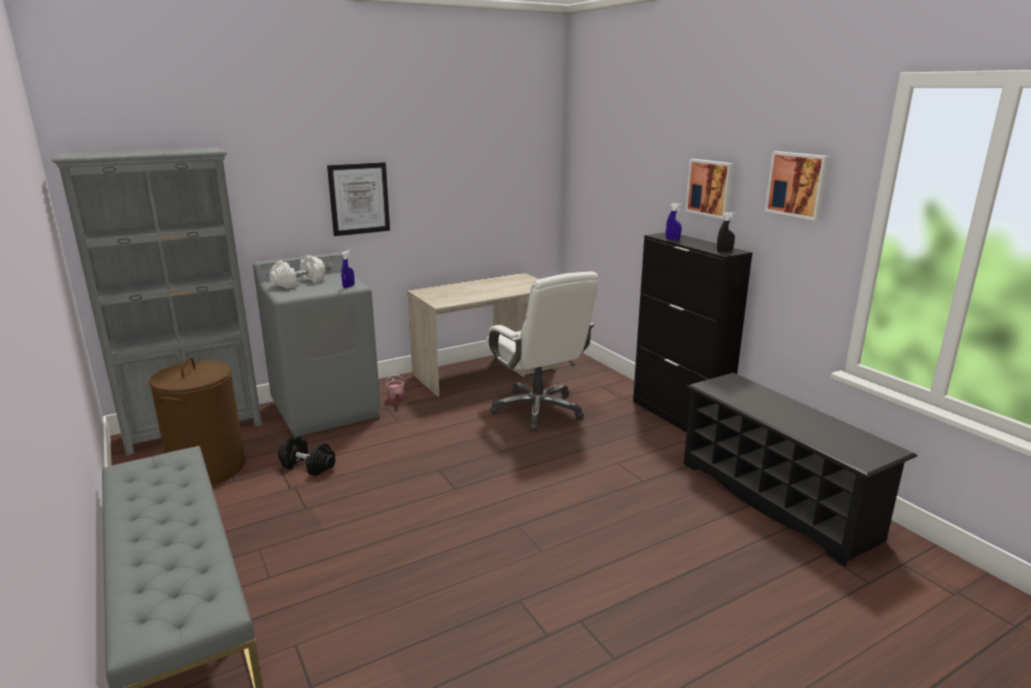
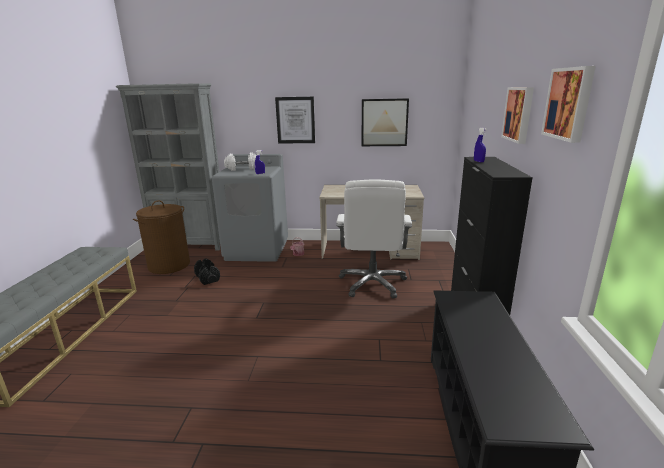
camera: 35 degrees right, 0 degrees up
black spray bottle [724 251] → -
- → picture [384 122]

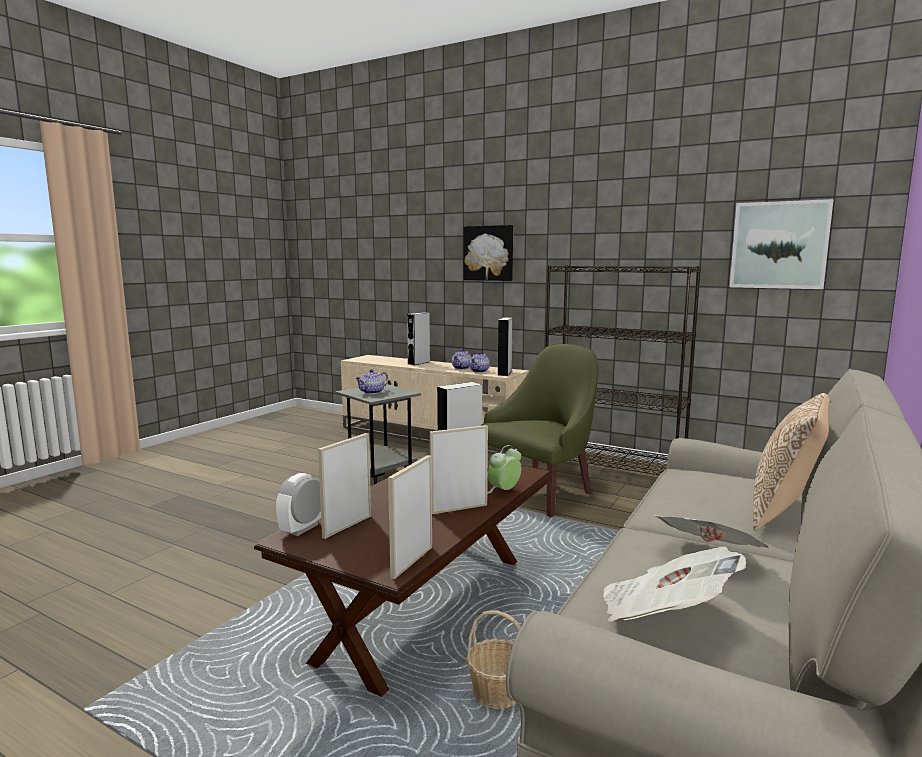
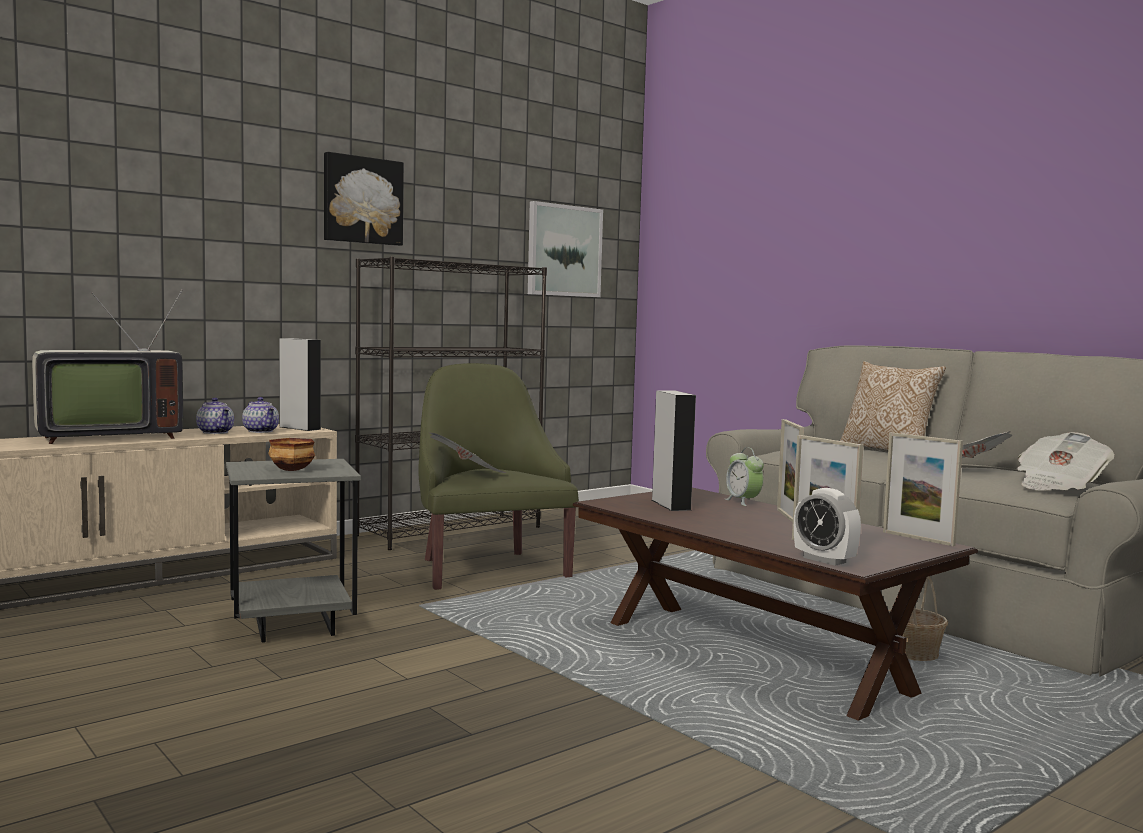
camera: 70 degrees left, 5 degrees down
teapot [372 392] → bowl [293 469]
grey speaker [418 363] → television [106 437]
picture [489 253] → picture [362 200], moved
- → newspaper [467 474]

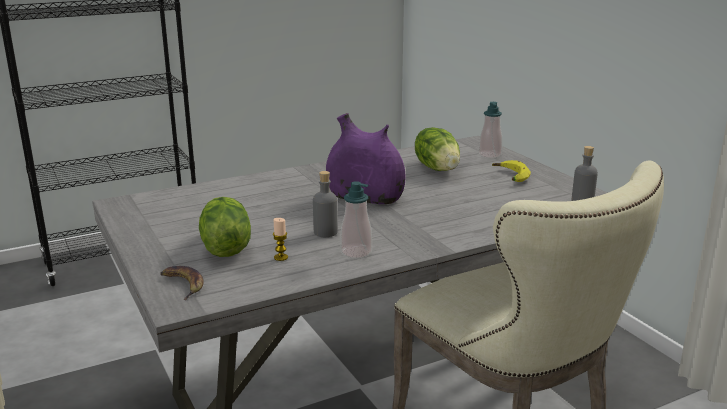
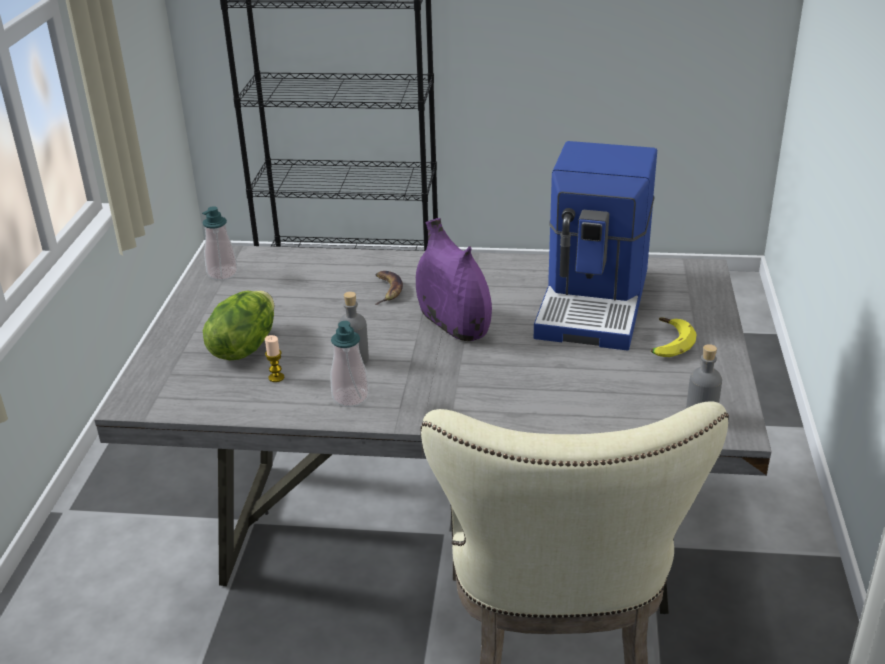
camera: 35 degrees right, 10 degrees up
banana [183 284] → banana [387 290], moved
lettuce [438 168] → coffee machine [595 302]
soap dispenser [489 155] → soap dispenser [222 273], moved

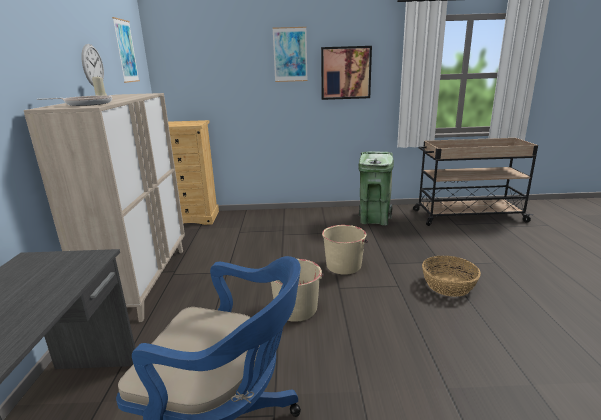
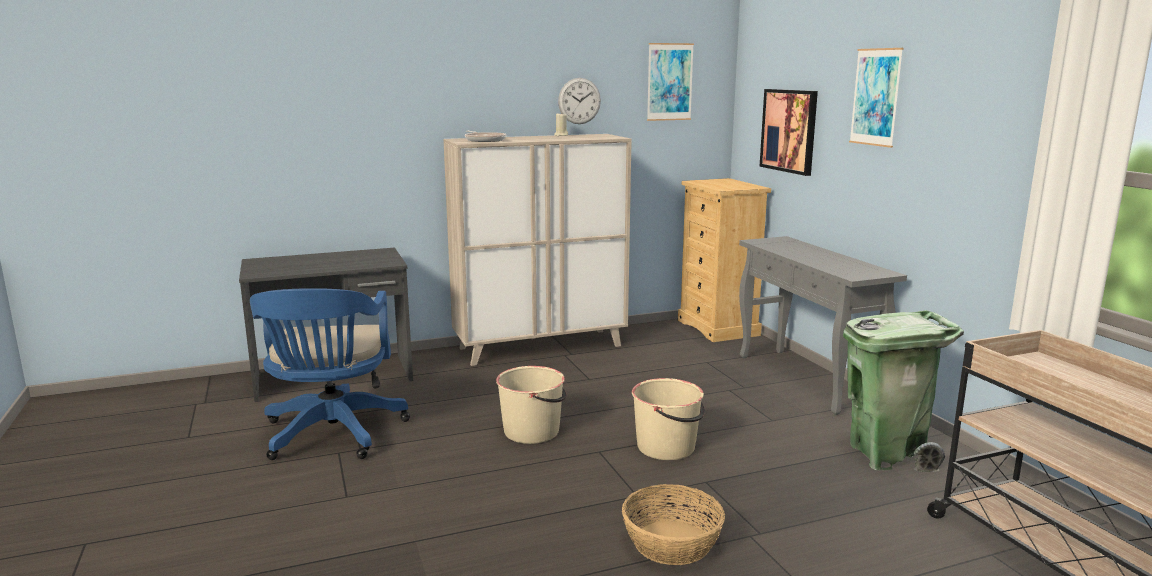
camera: 70 degrees right, 5 degrees down
picture [345 73] → picture [789 130], moved
- → grey console table [806 380]

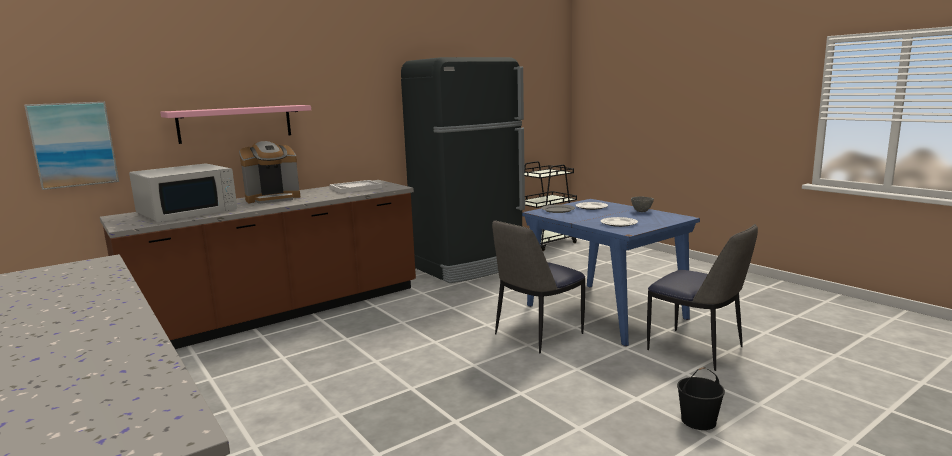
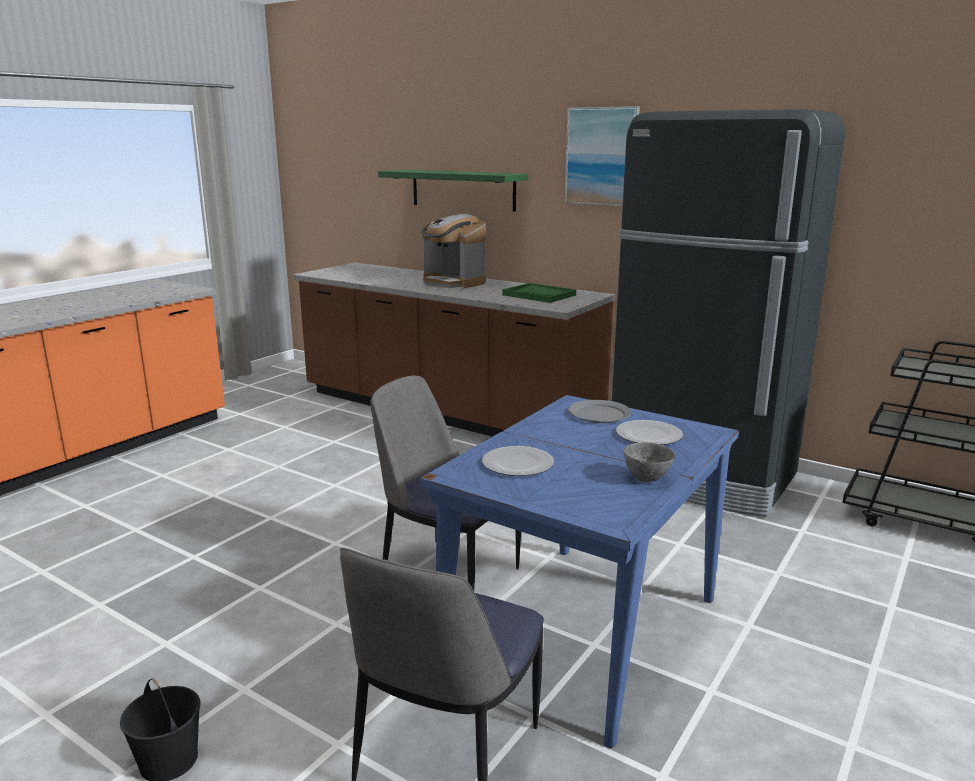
camera: 70 degrees right, 5 degrees up
picture [73 144] → picture [602 156], moved
white microwave [188 212] → -
pink shelf [235 123] → green shelf [463 189]
white tray [355 188] → green tray [539 295]

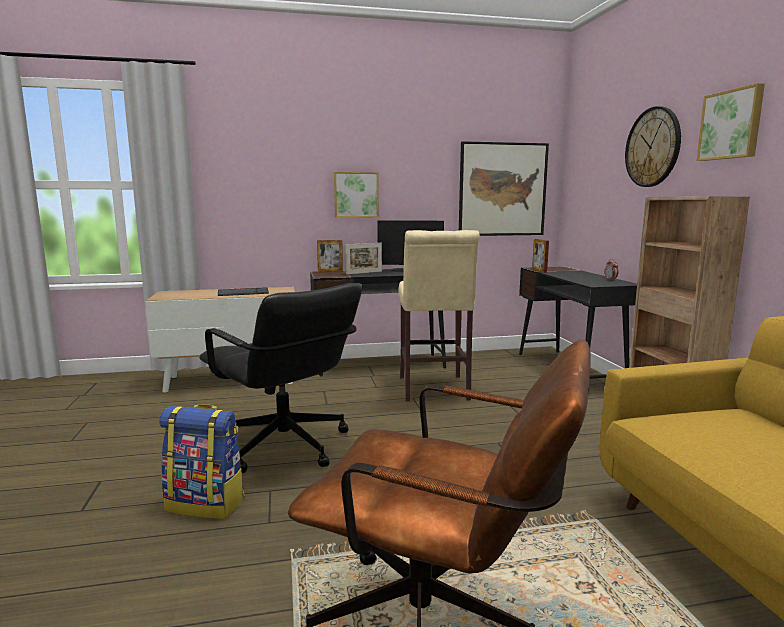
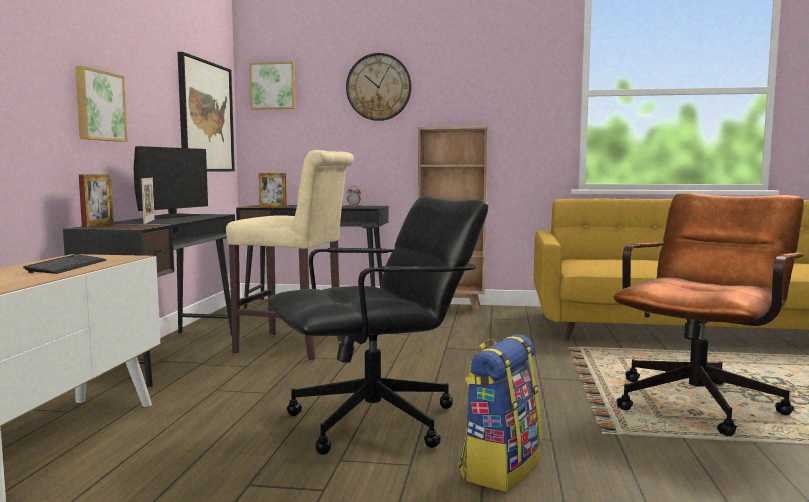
camera: 70 degrees left, 5 degrees down
picture [731 125] → picture [273 86], moved

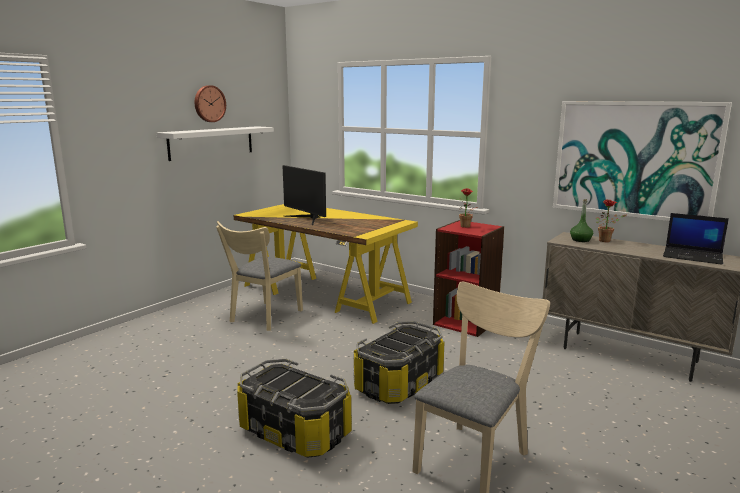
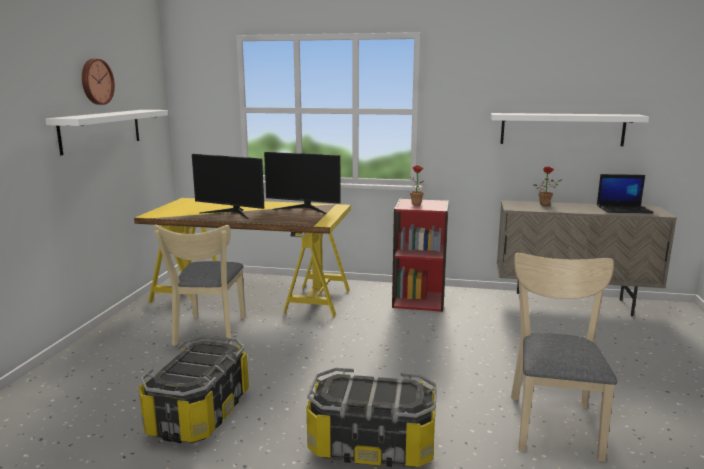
camera: 25 degrees left, 0 degrees up
storage box [398 383] → storage box [198 413], moved
picture [634 159] → white shelf [562 129]
green bottle [580 240] → -
- → monitor [304 209]

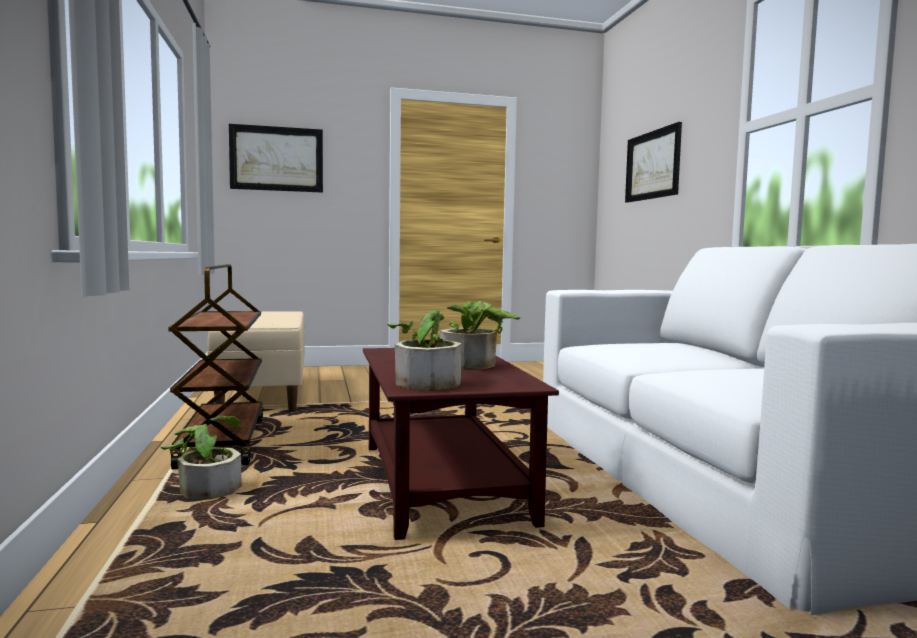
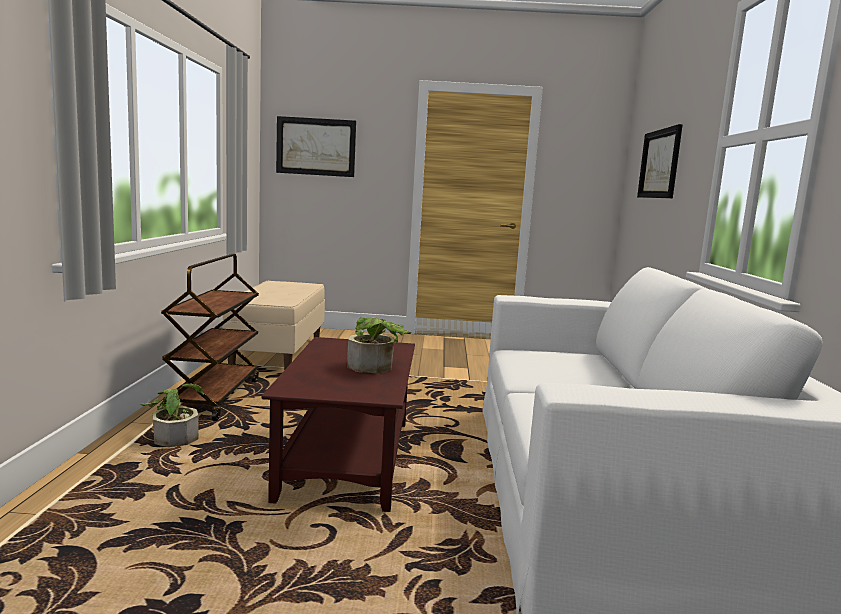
camera: 15 degrees right, 5 degrees up
potted plant [429 381] → -

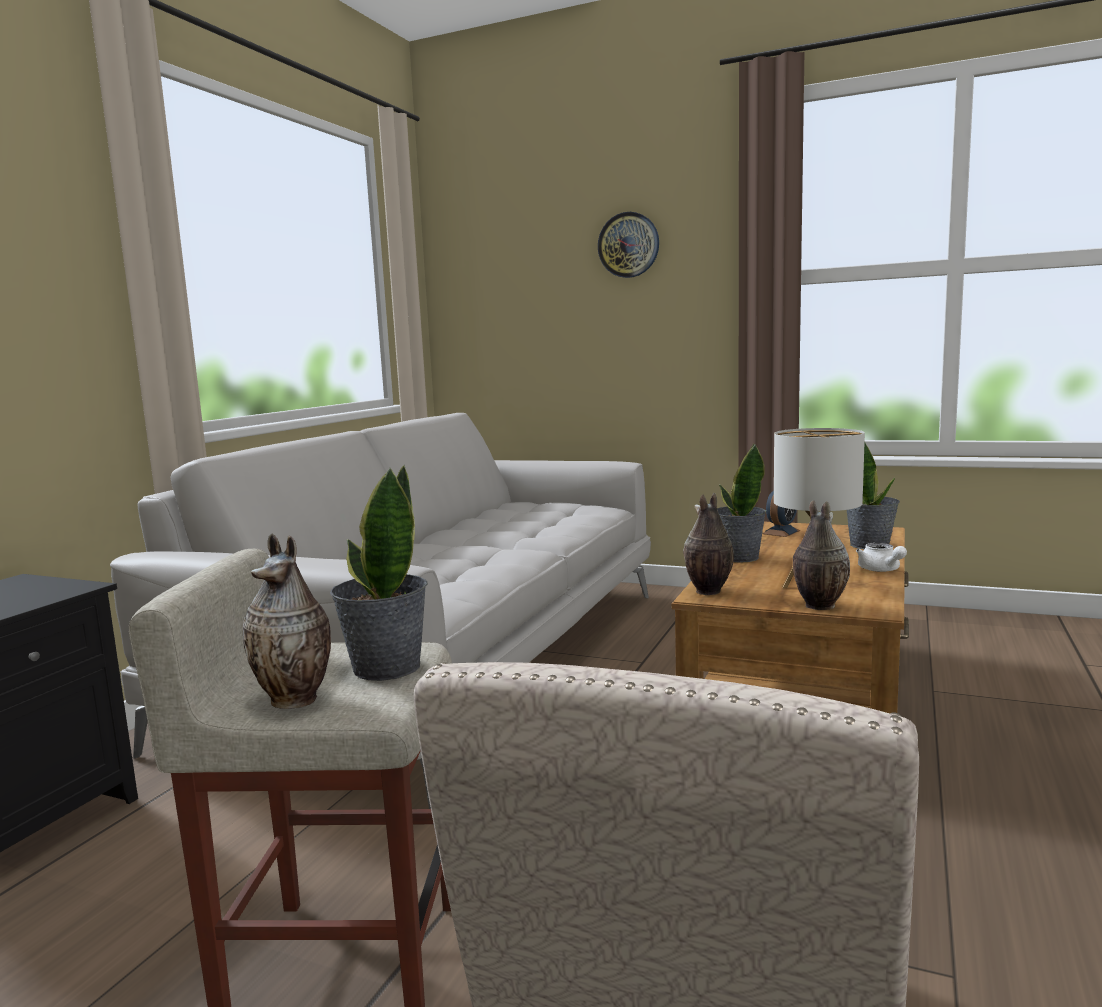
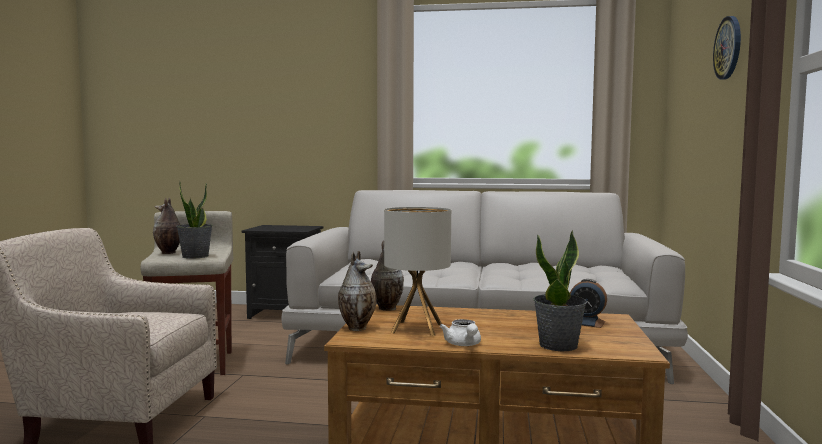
camera: 75 degrees right, 5 degrees down
potted plant [738 557] → -
white teapot [881 570] → white teapot [463 345], 75 degrees counterclockwise

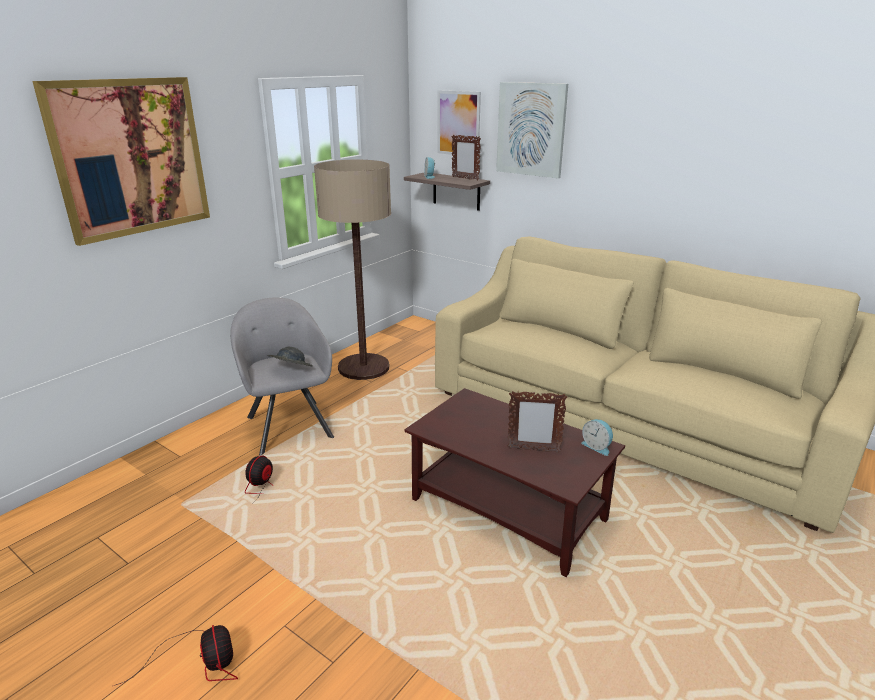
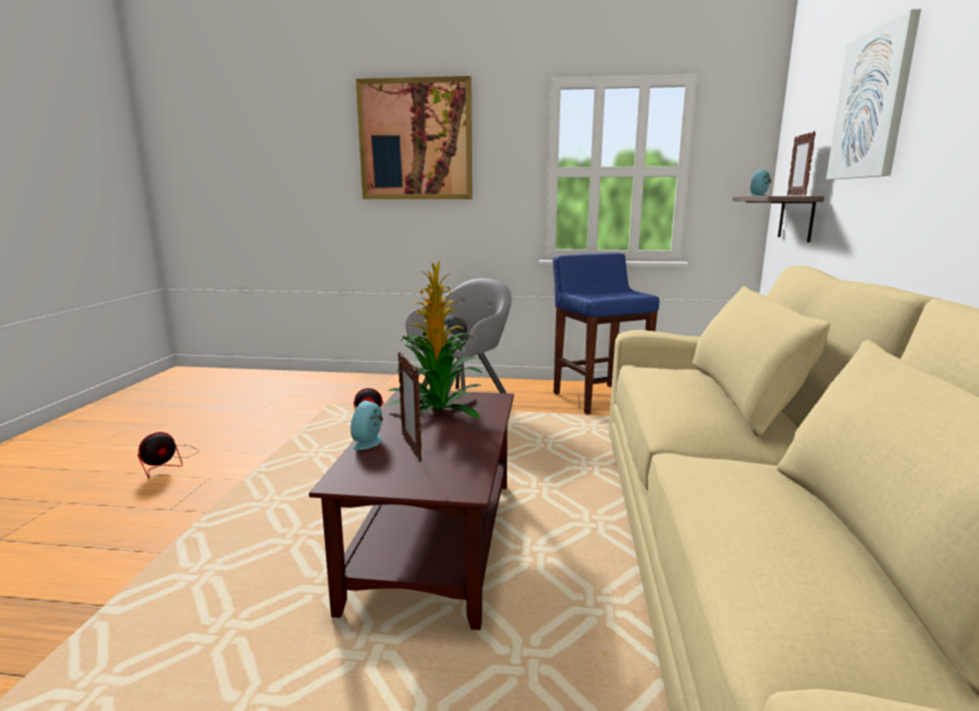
camera: 60 degrees right, 10 degrees down
floor lamp [363 367] → blue stool [598 398]
picture [458 123] → -
alarm clock [597 446] → alarm clock [370 442], moved
- → potted plant [437 409]

